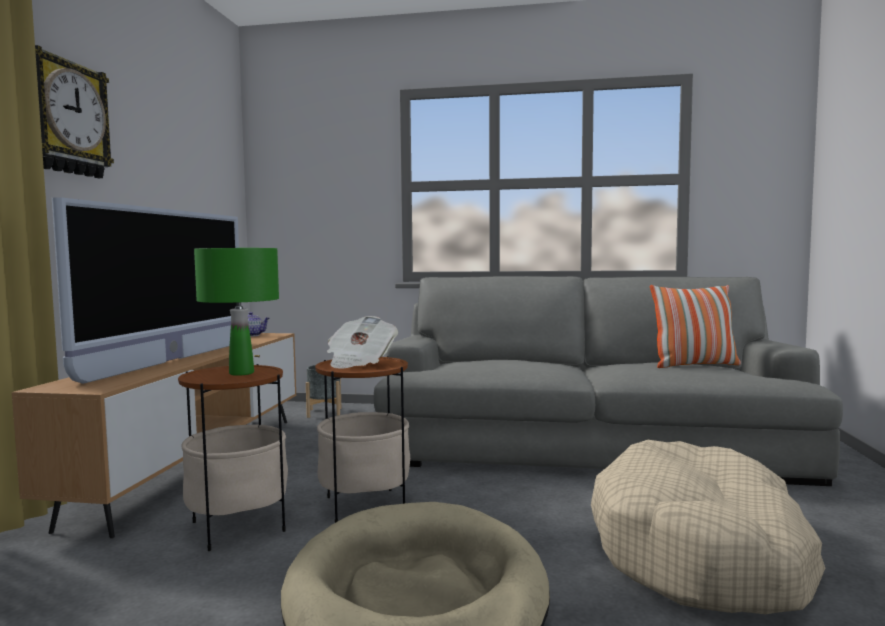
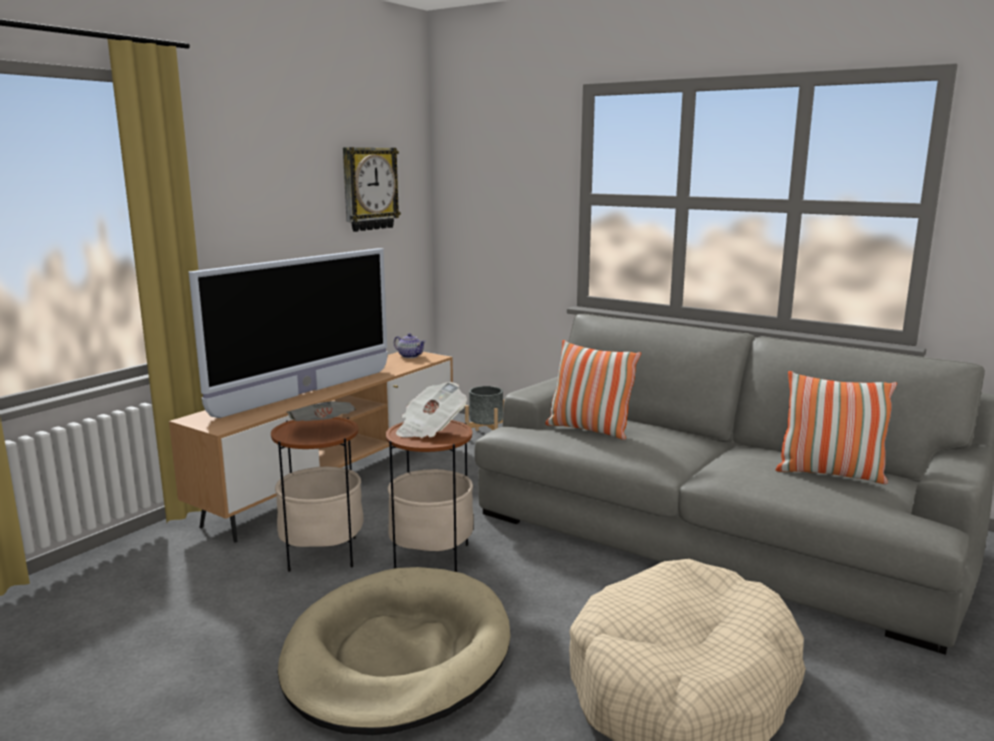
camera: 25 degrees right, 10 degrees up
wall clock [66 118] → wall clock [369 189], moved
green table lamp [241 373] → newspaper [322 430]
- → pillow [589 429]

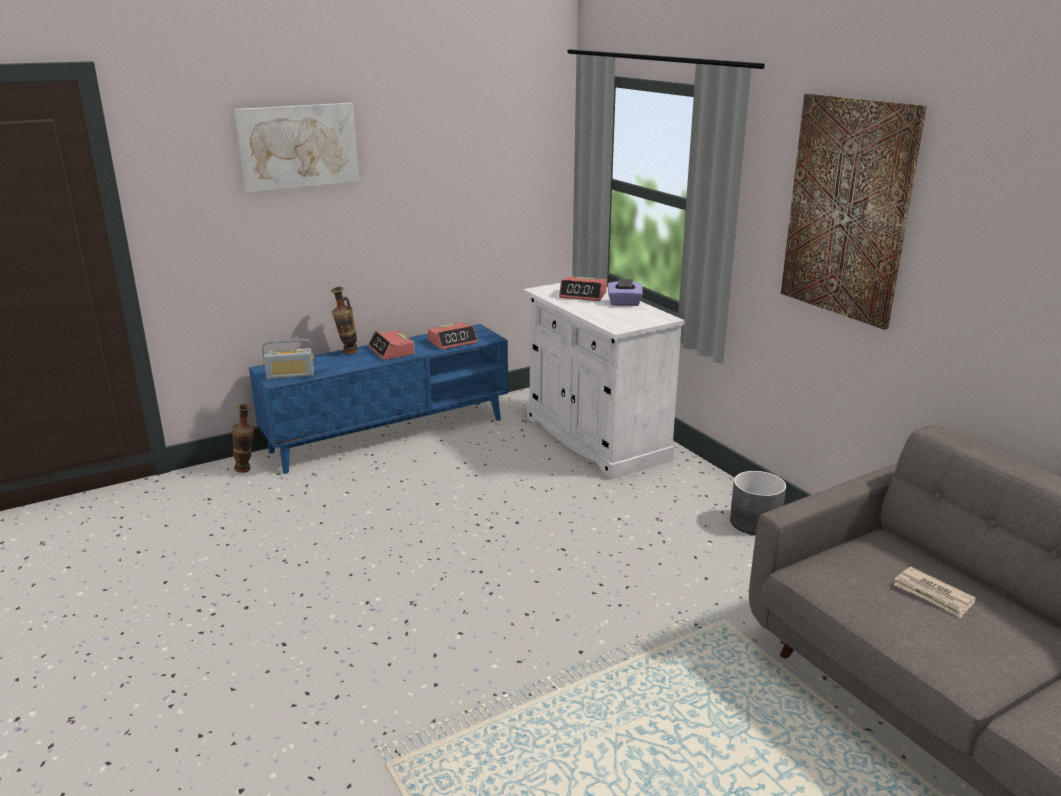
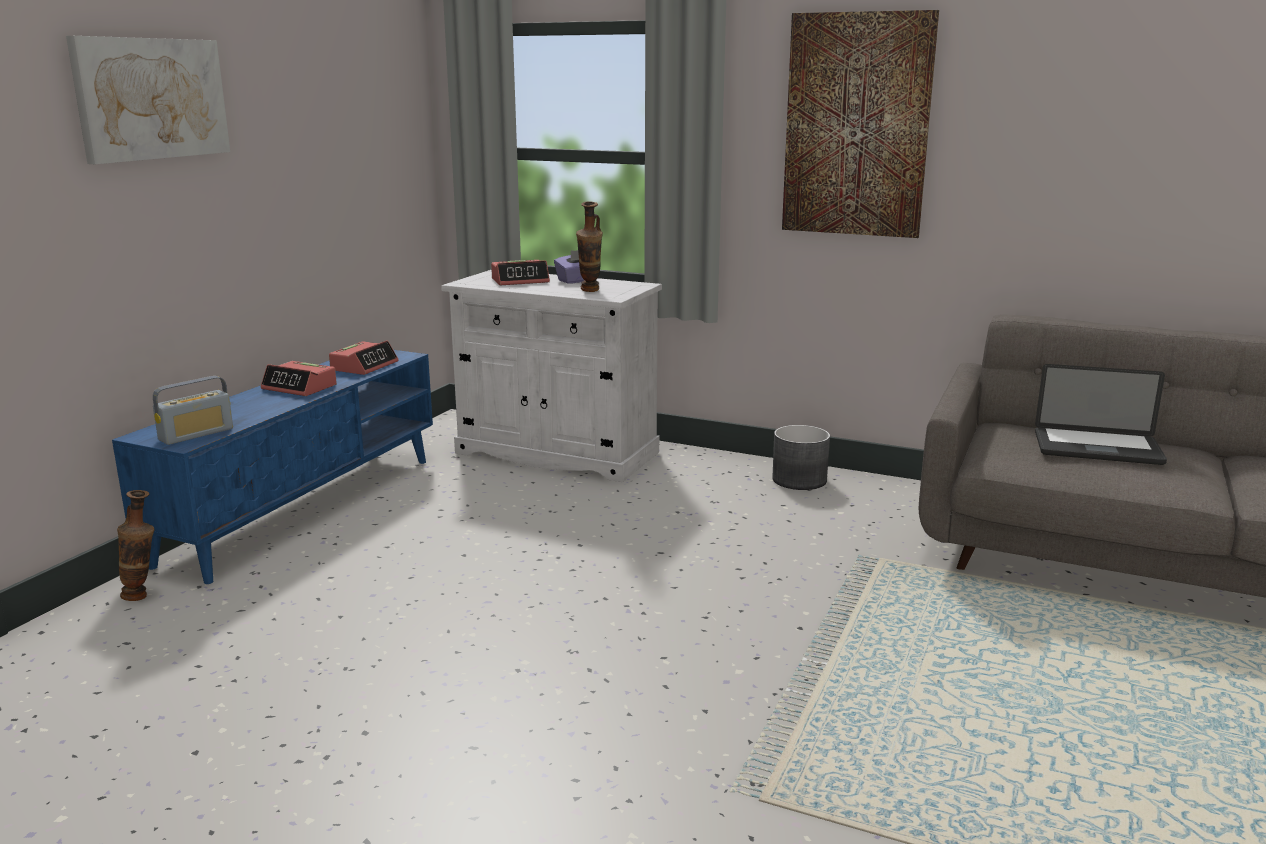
camera: 35 degrees left, 5 degrees down
vase [347 353] → vase [590 291], moved
newspaper [933 595] → laptop [1097 448]

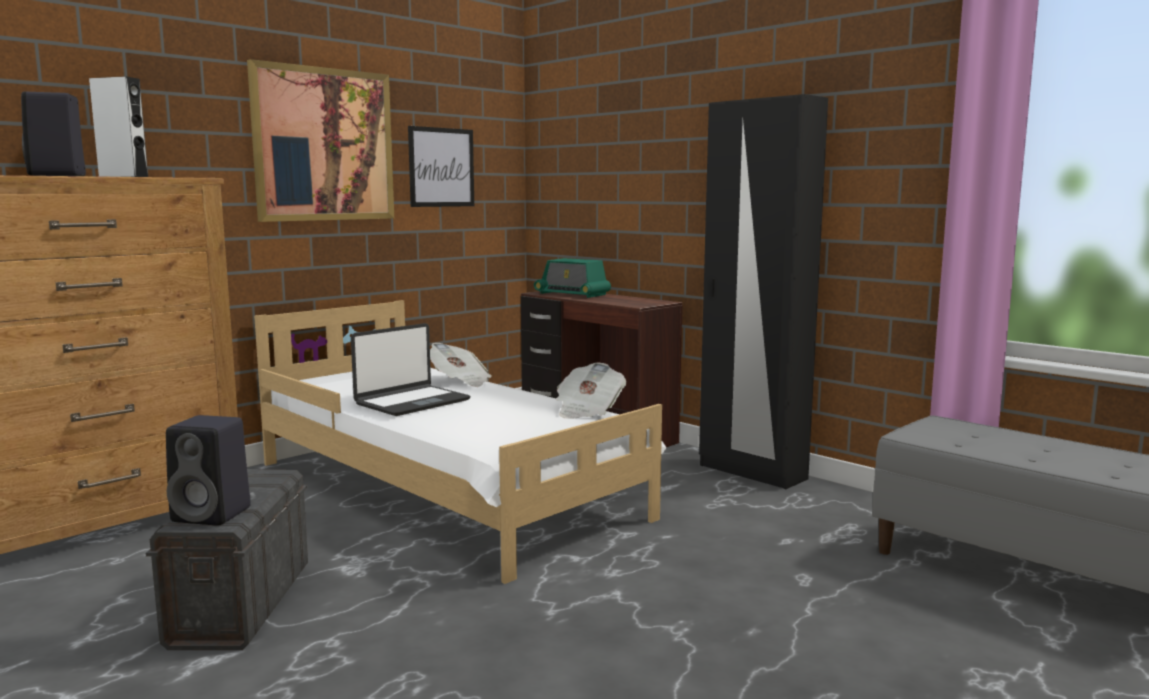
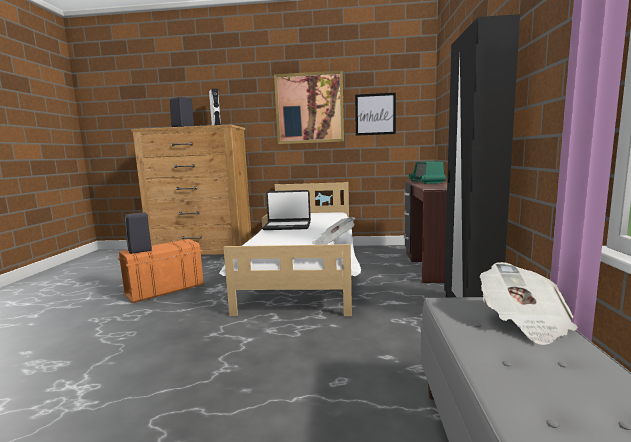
camera: 50 degrees right, 0 degrees up
grey storage box [240 605] → orange storage box [164 289]
newspaper [460 381] → newspaper [524 322], moved

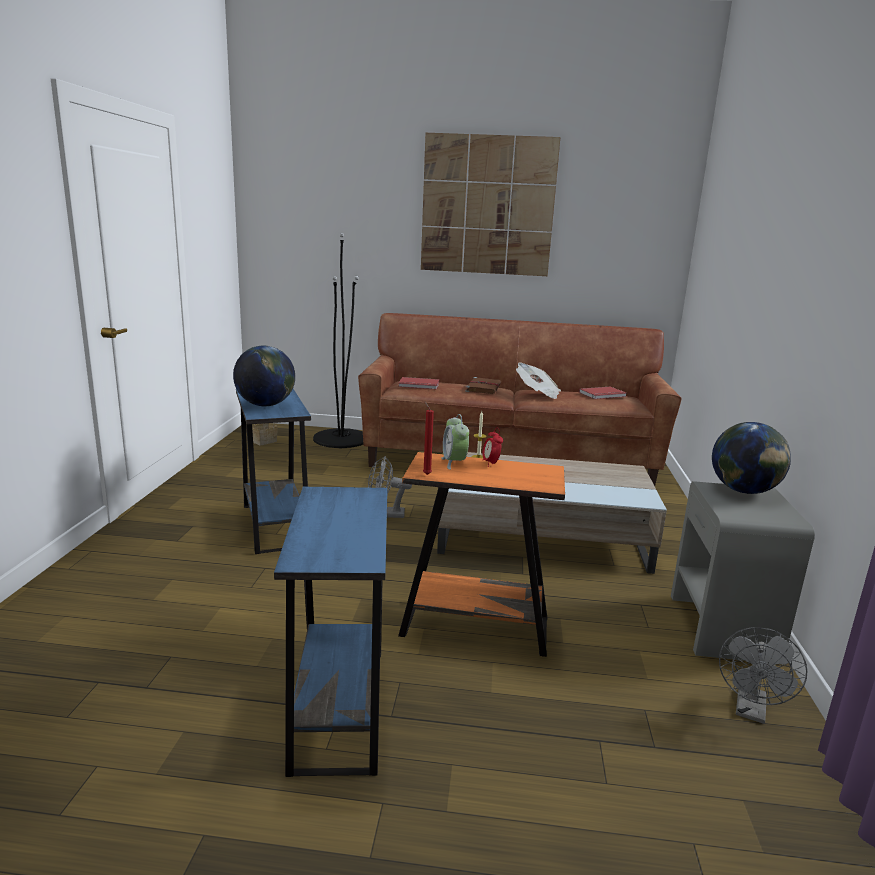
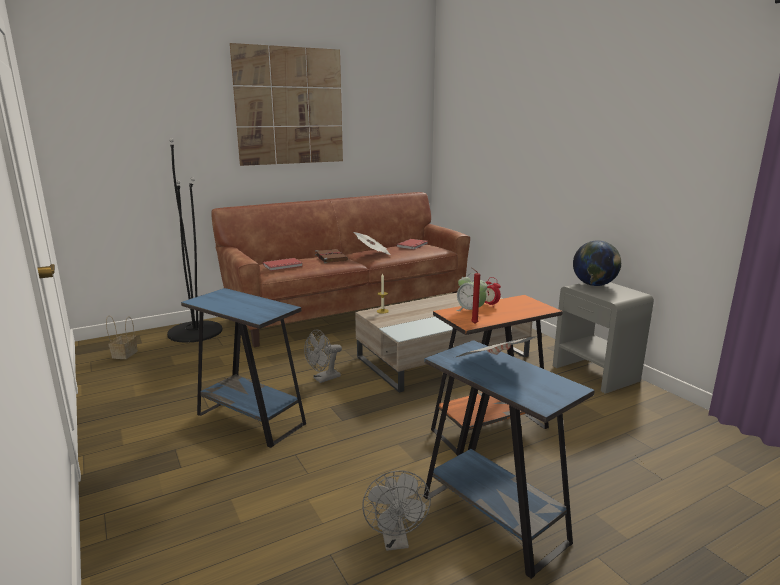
camera: 35 degrees left, 0 degrees up
globe [265 405] → -
grey fan [751 711] → grey fan [396 541], moved
- → newspaper [492 366]

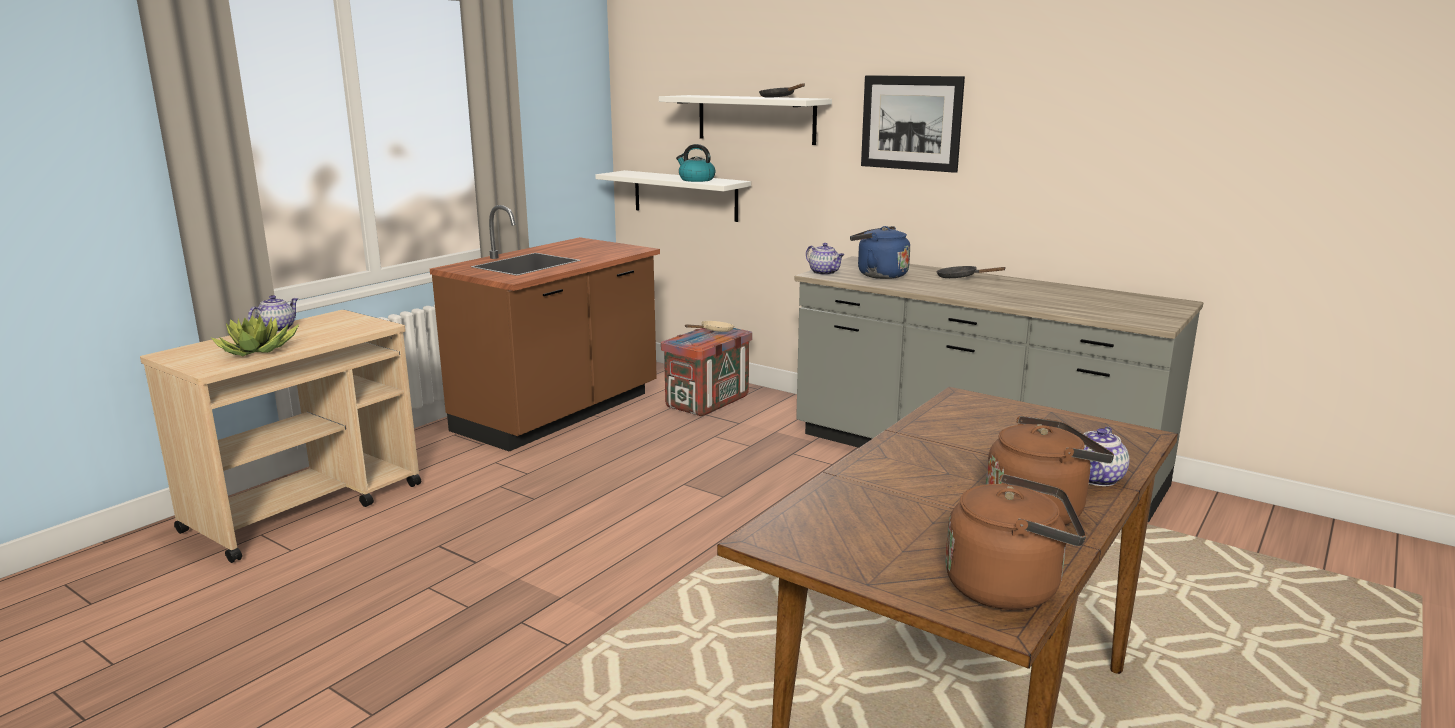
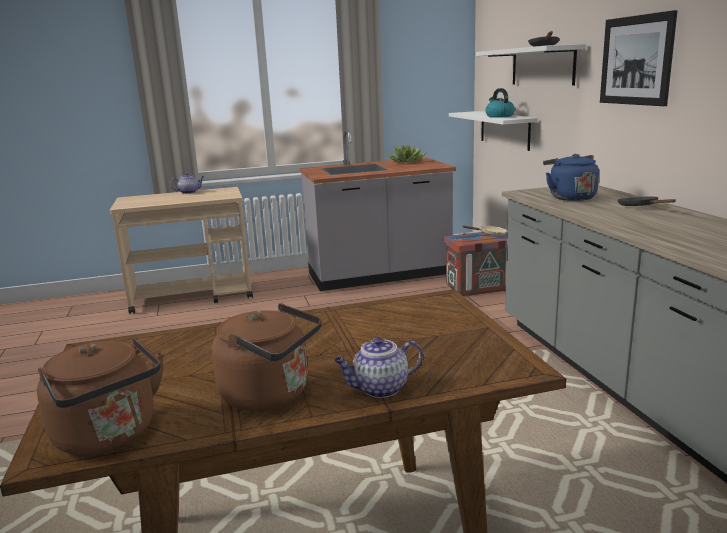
camera: 40 degrees right, 0 degrees up
potted plant [257 350] → potted plant [406 162], moved
brown counter [559 413] → grey counter [379 275]
teapot [825 273] → -

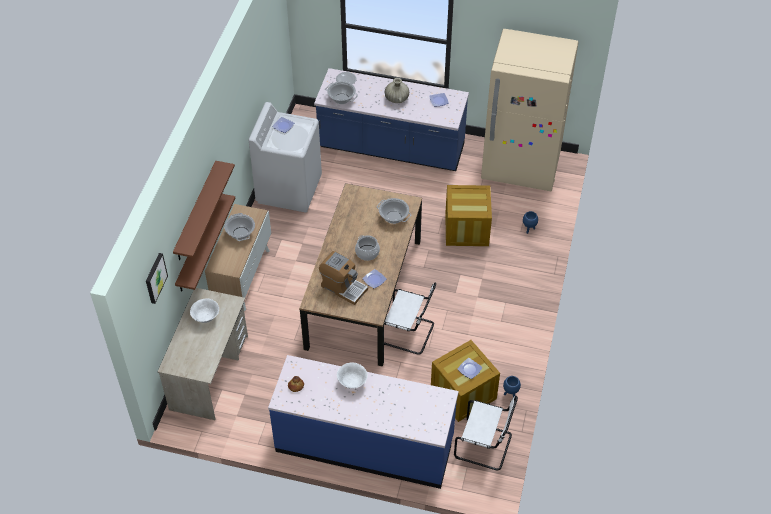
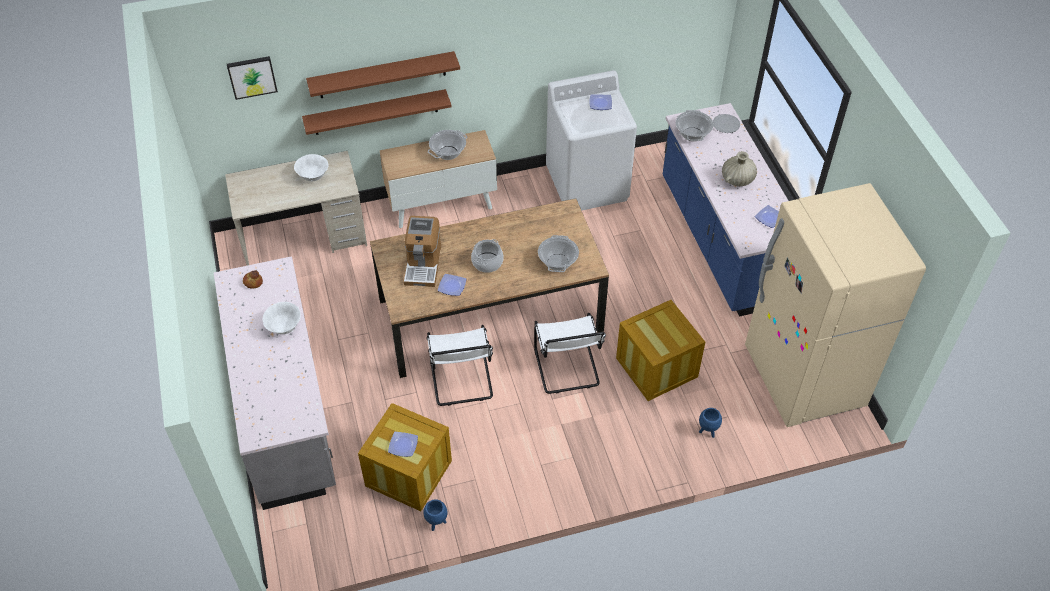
camera: 60 degrees right, 0 degrees up
blue counter [365 444] → grey counter [286 410]
white chair [485 446] → white chair [567 369], moved

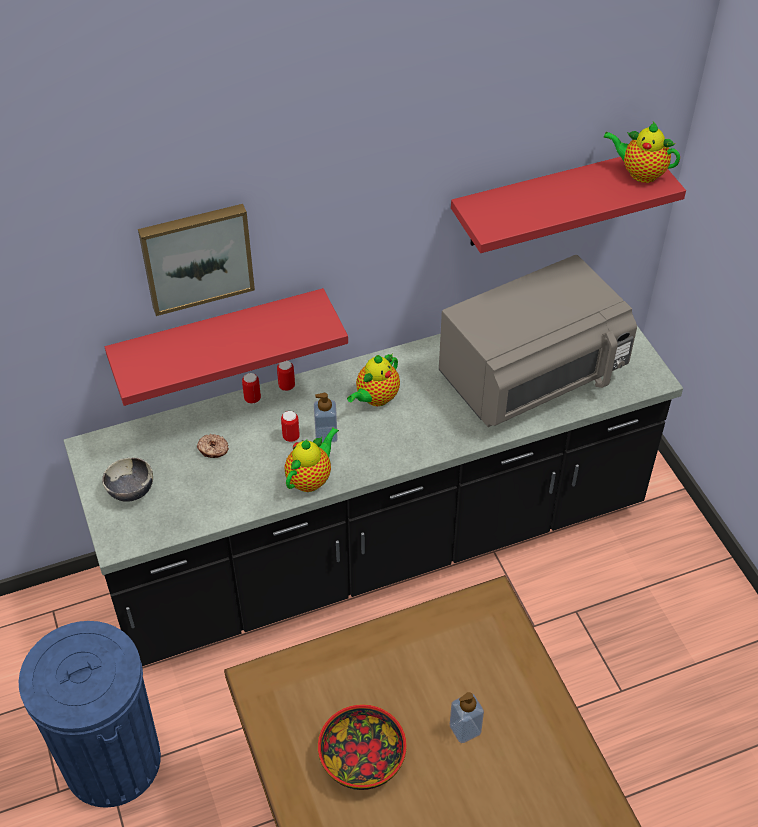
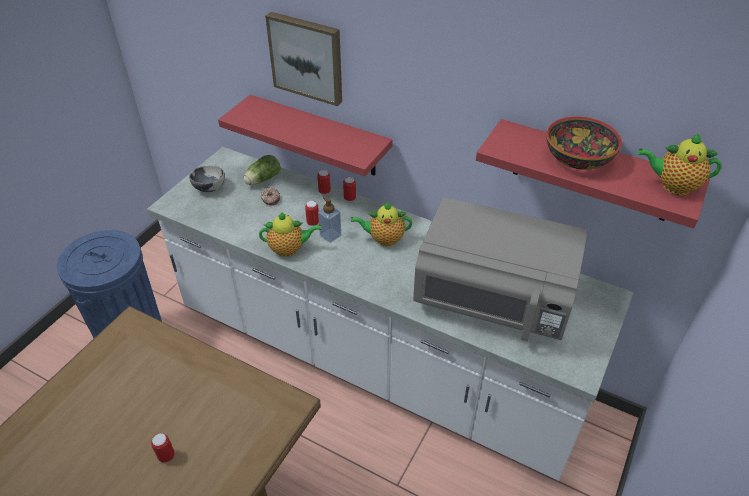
camera: 50 degrees right, 5 degrees down
black counter [379 547] → white counter [374 360]
bowl [363 759] → bowl [578 159], moved
soap dispenser [465 729] → can [166 456]
teapot [640 173] → teapot [672 186], 60 degrees counterclockwise
- → lettuce [262 180]

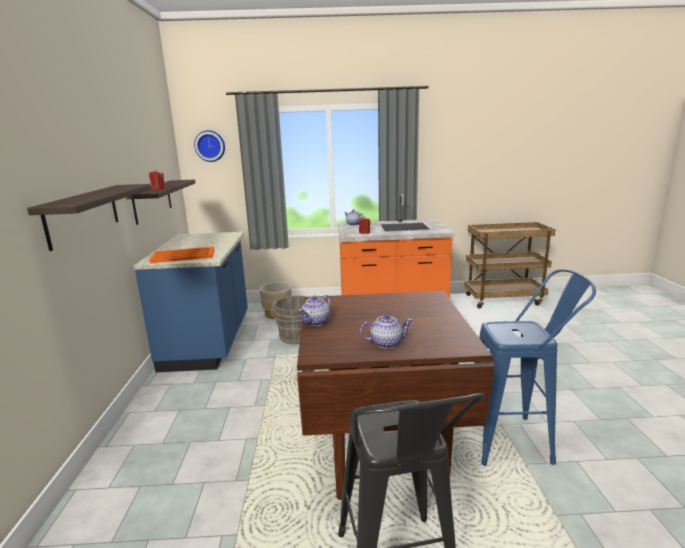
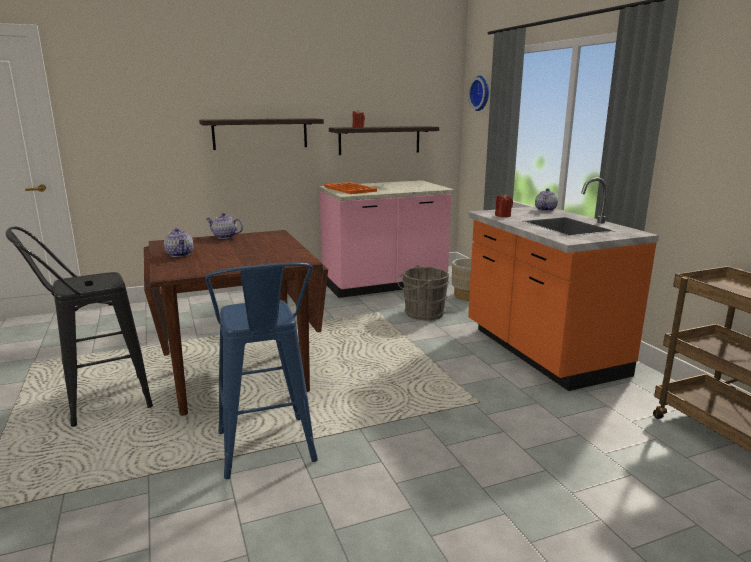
camera: 70 degrees right, 0 degrees up
blue counter [209 341] → pink counter [384 284]

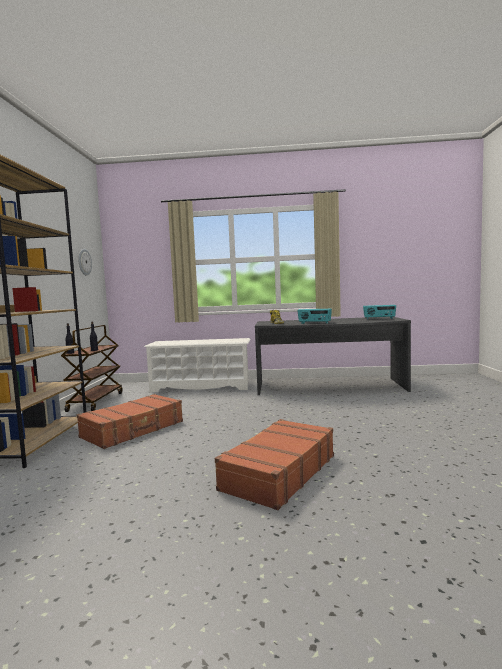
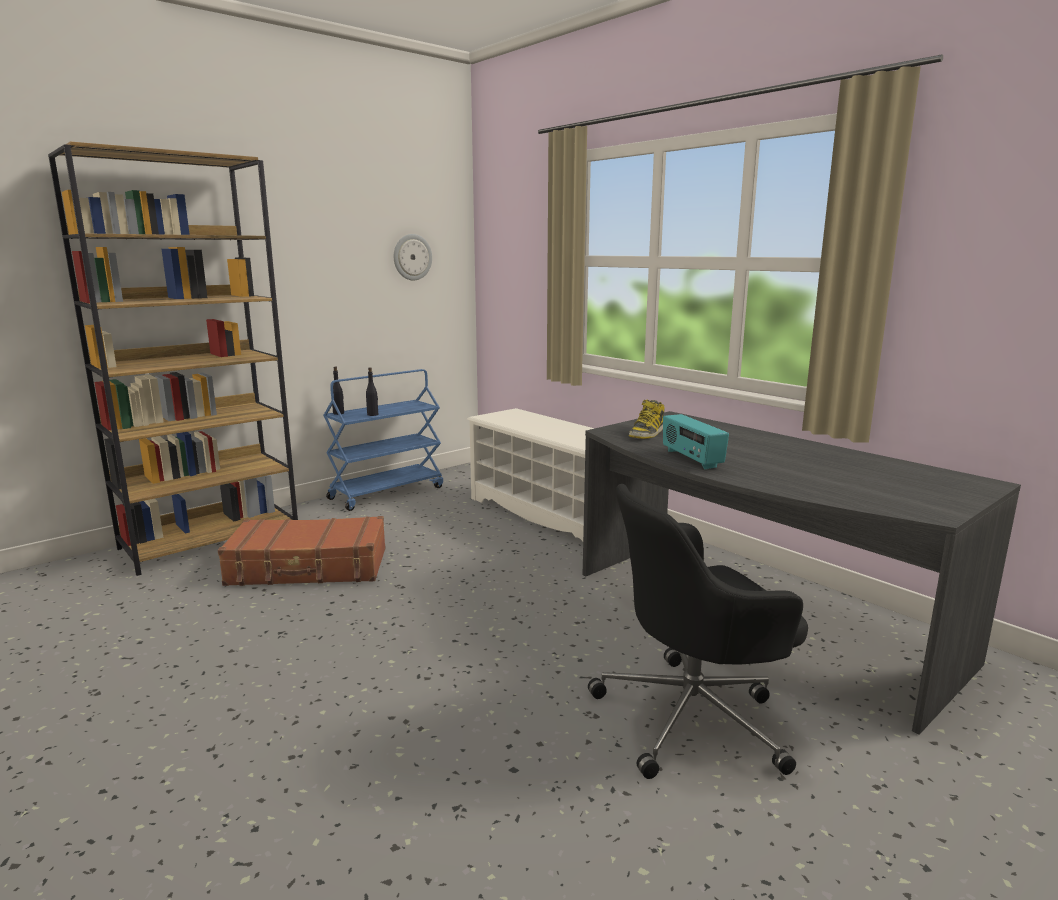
camera: 45 degrees right, 10 degrees up
brown cart [96 401] → blue cart [387 492]
brown suitcase [278 472] → -
radio [379 319] → -
- → black office chair [693 717]

